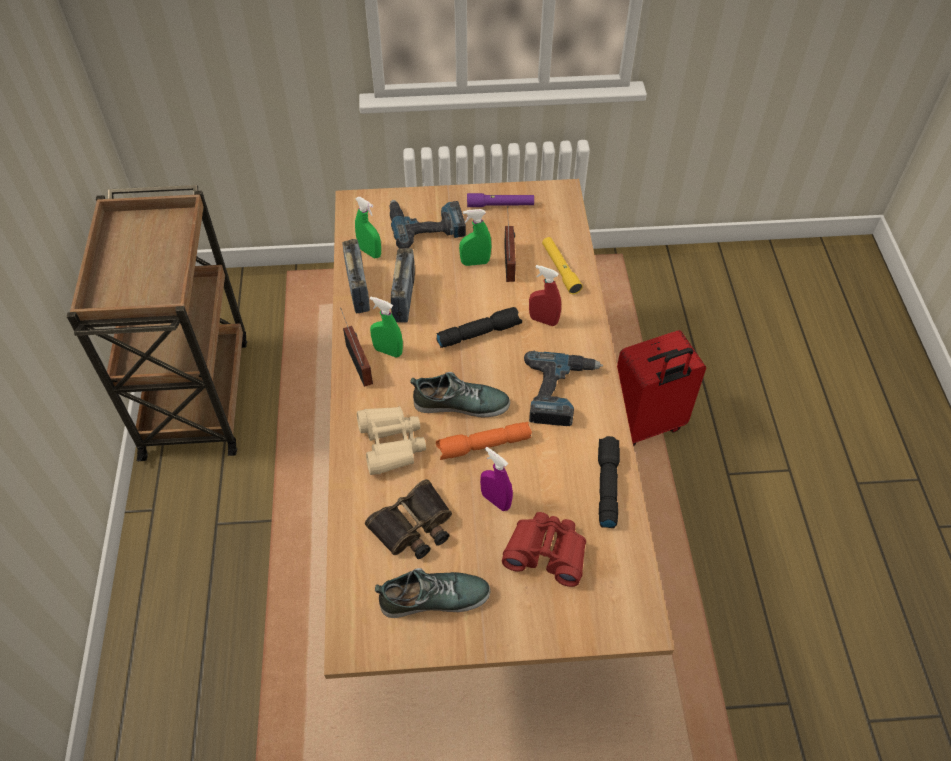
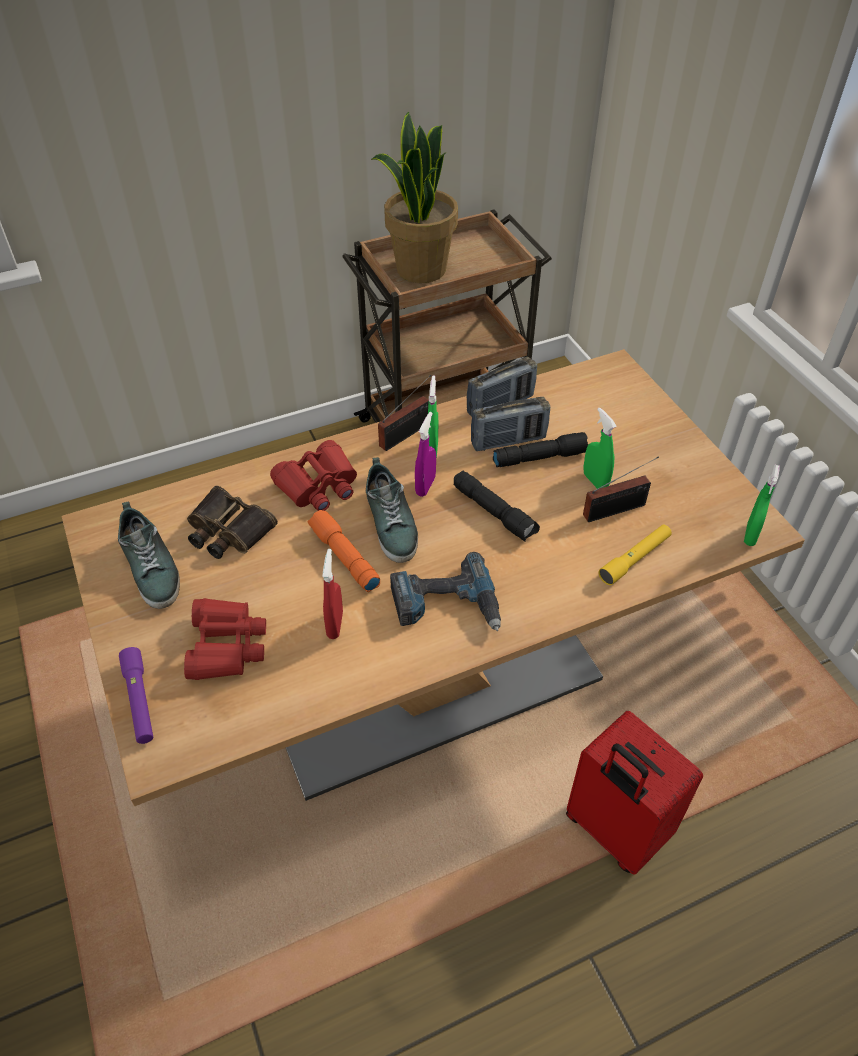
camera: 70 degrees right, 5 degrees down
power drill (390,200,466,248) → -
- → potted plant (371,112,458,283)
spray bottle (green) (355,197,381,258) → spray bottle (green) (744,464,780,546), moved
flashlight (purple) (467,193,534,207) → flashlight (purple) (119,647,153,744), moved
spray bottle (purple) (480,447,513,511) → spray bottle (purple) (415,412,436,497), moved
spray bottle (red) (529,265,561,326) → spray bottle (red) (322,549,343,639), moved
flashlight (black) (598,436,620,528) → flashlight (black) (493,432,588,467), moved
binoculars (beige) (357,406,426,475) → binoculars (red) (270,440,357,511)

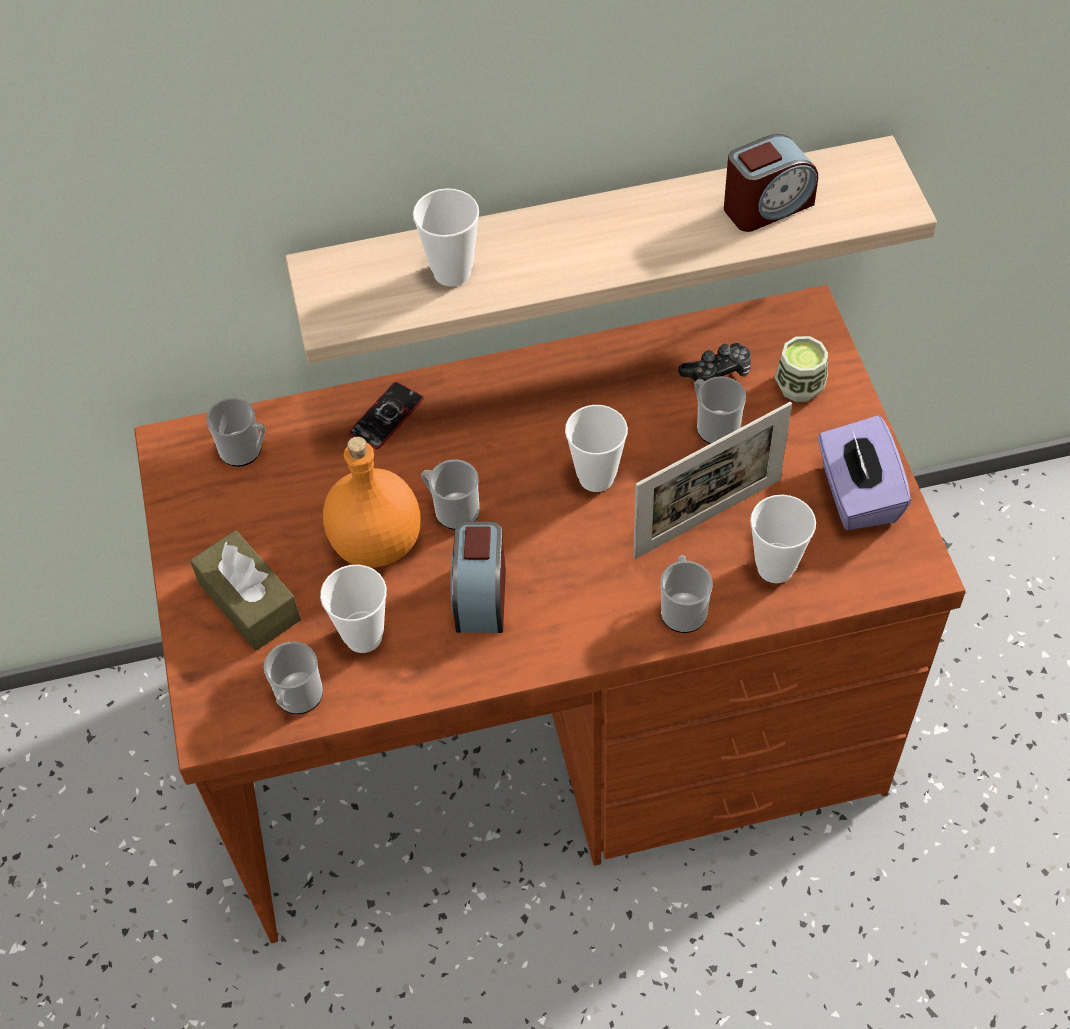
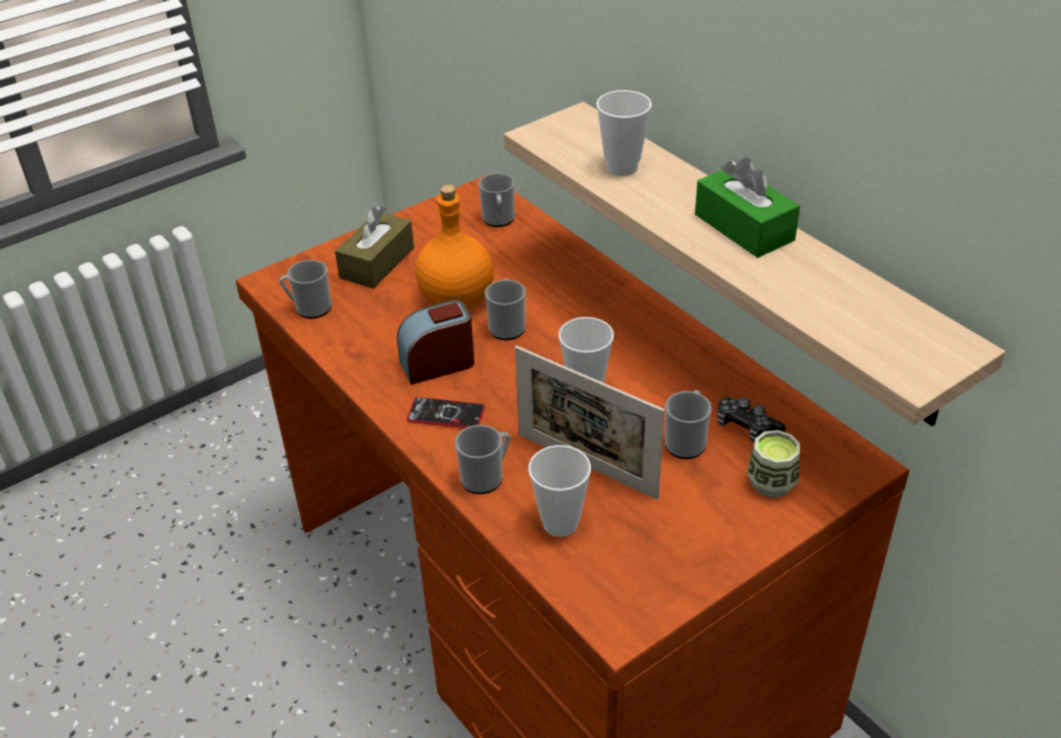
camera: 65 degrees right, 15 degrees down
cup (320,565,387,653) → -
alarm clock (724,134,818,232) → -
tissue box (purple) (818,416,911,530) → -
- → tissue box (green) (695,157,800,258)
phone (349,382,424,449) → phone (407,397,485,428), moved

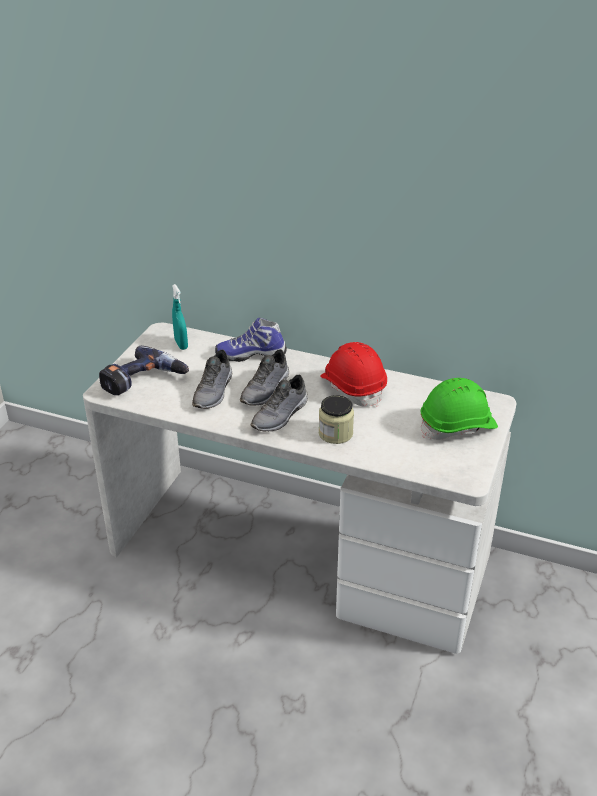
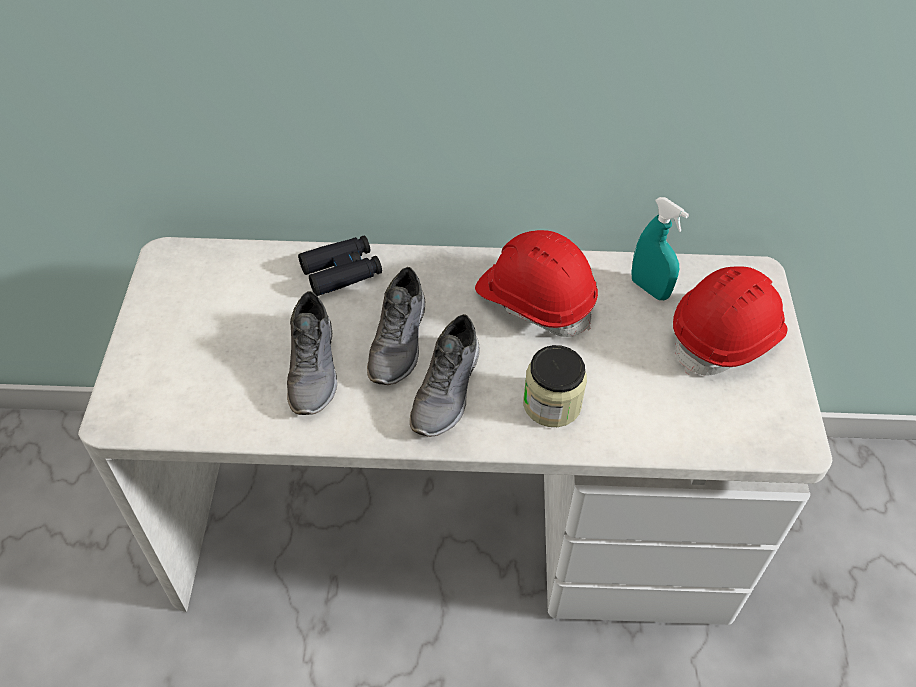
camera: 20 degrees left, 15 degrees up
power drill (99,346,189,395) → -
spray bottle (turquoise) (172,284,188,350) → spray bottle (turquoise) (631,197,689,300), moved
shoe (215,318,287,362) → binoculars (black) (298,235,382,296)
hard hat (green) (421,378,498,440) → hard hat (red) (673,266,787,375)

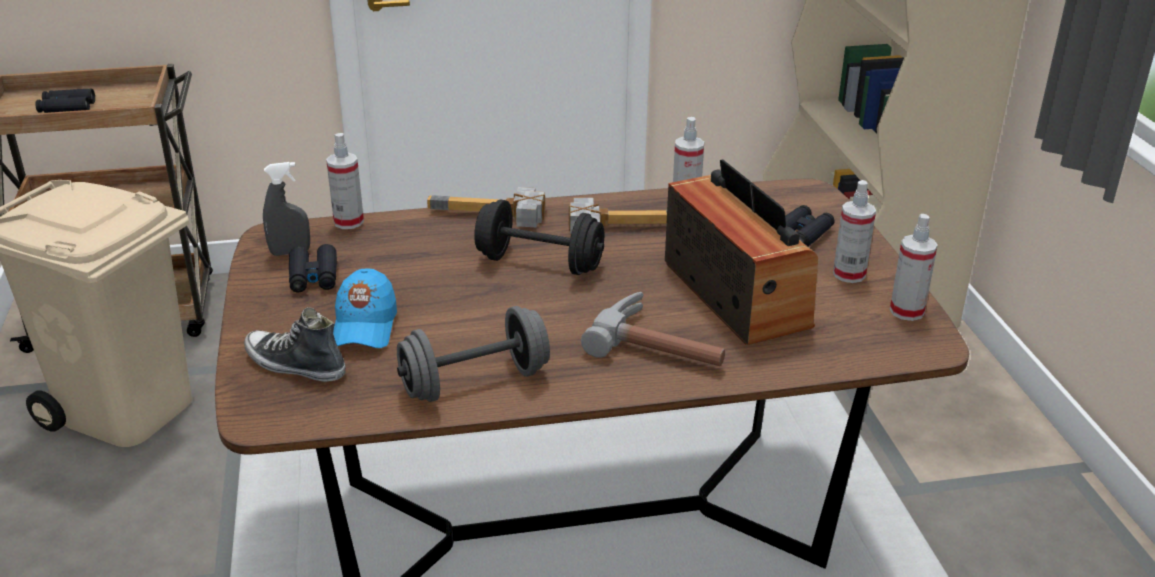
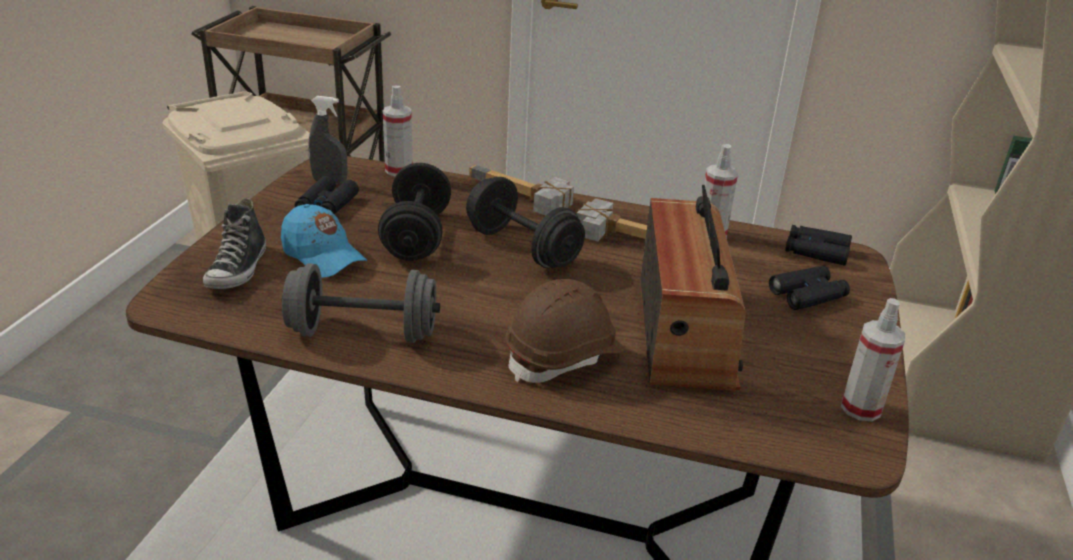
camera: 25 degrees right, 0 degrees up
spray bottle (833,180,876,283) → -
- → dumbbell (black) (378,163,451,261)
binoculars (black) (35,89,95,113) → binoculars (black) (785,225,852,266), moved
hammer (581,292,725,366) → hard hat (brown) (506,279,625,383)
shoe (244,307,346,382) → shoe (203,198,266,289), 135 degrees counterclockwise
cap (blue) (333,268,397,348) → cap (blue) (281,204,367,278), 75 degrees counterclockwise

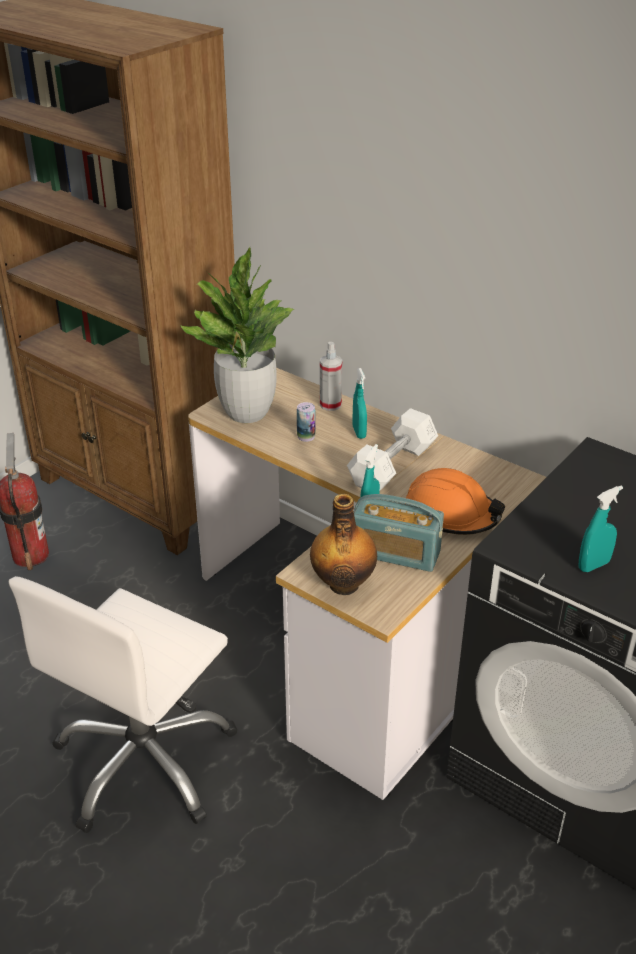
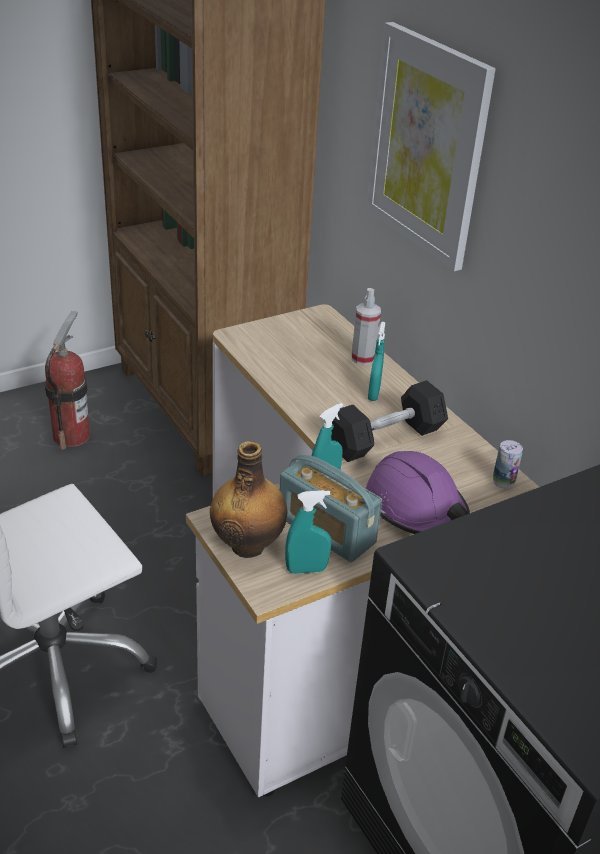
camera: 20 degrees right, 0 degrees up
potted plant (180,247,295,423) → -
- → picture (366,22,496,271)
can (297,402,315,442) → can (493,440,523,489), moved
spray bottle (turquoise) (579,486,623,572) → spray bottle (turquoise) (285,490,331,574), moved
dumbbell (white) (347,408,438,490) → dumbbell (black) (331,380,448,462)
hard hat (orange) (406,468,505,535) → hard hat (purple) (366,451,470,534)

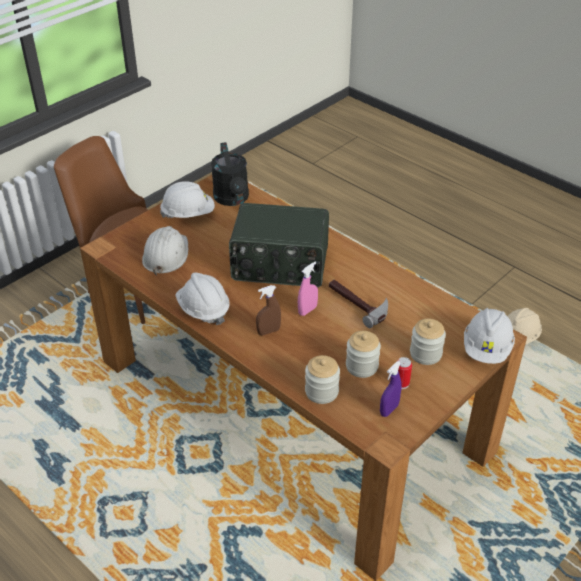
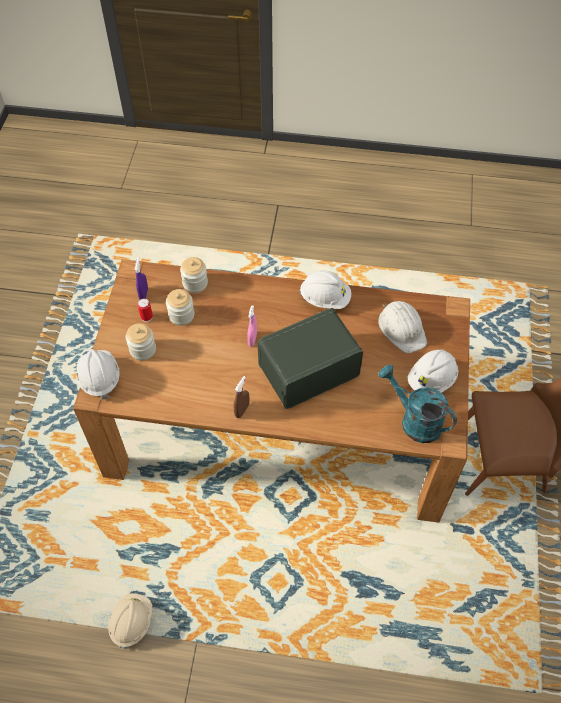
camera: 145 degrees right, 15 degrees up
hammer (329,280,388,328) → -
spray bottle (brown) (256,285,281,335) → spray bottle (brown) (233,376,249,418), moved
watering can (black) (211,142,249,206) → watering can (turquoise) (378,365,457,443)

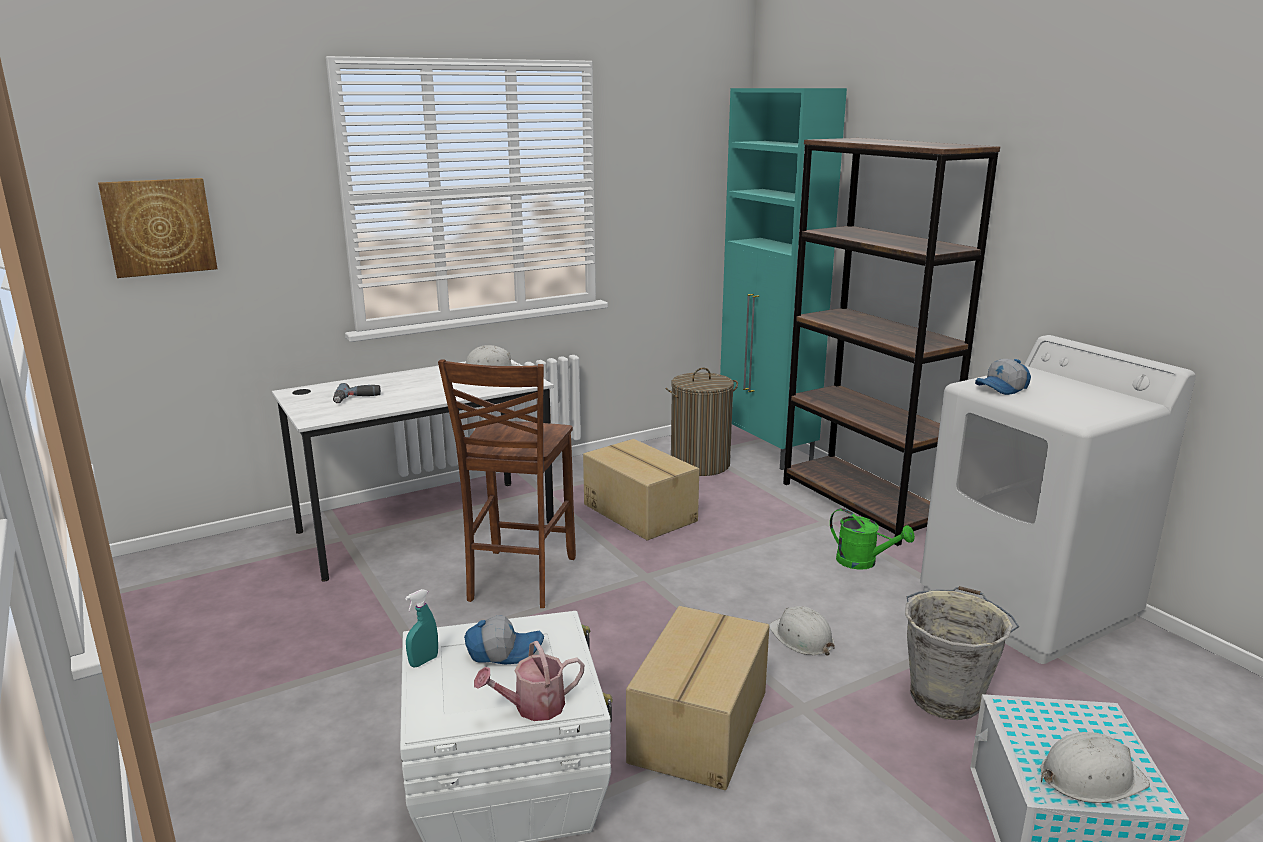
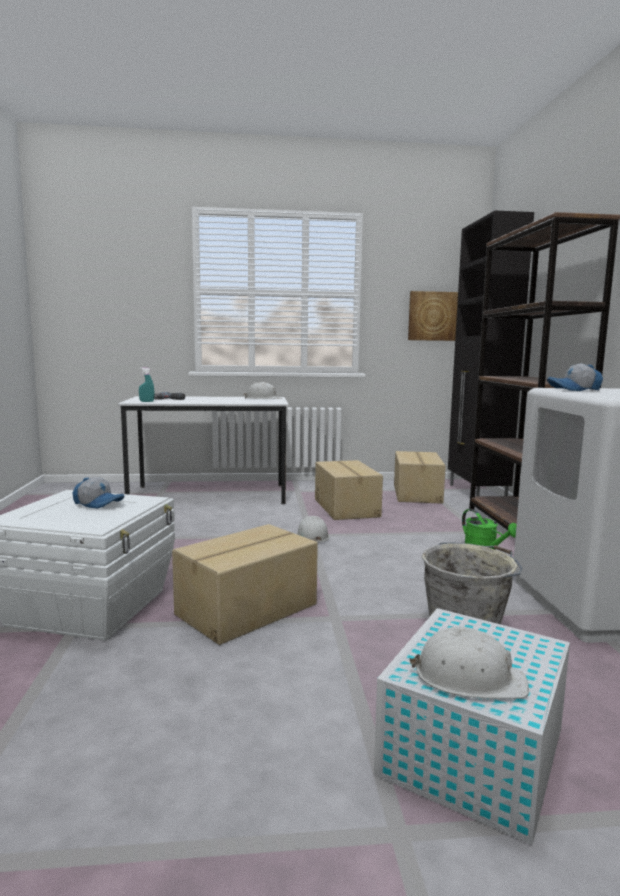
camera: 25 degrees right, 10 degrees down
chair (brown) (438,359,576,608) → -
watering can (474,641,584,721) → -
picture (98,178,217,278) → picture (408,291,458,341), moved
spray bottle (turquoise) (405,589,438,667) → spray bottle (turquoise) (139,368,154,402), moved
hard hat (white) (769,606,835,656) → hard hat (white) (297,516,330,543), moved
laundry basket (666,368,738,476) → cardboard box (394,451,446,504)
cabinet (turquoise) (720,88,847,470) → cabinet (black) (448,211,534,496)

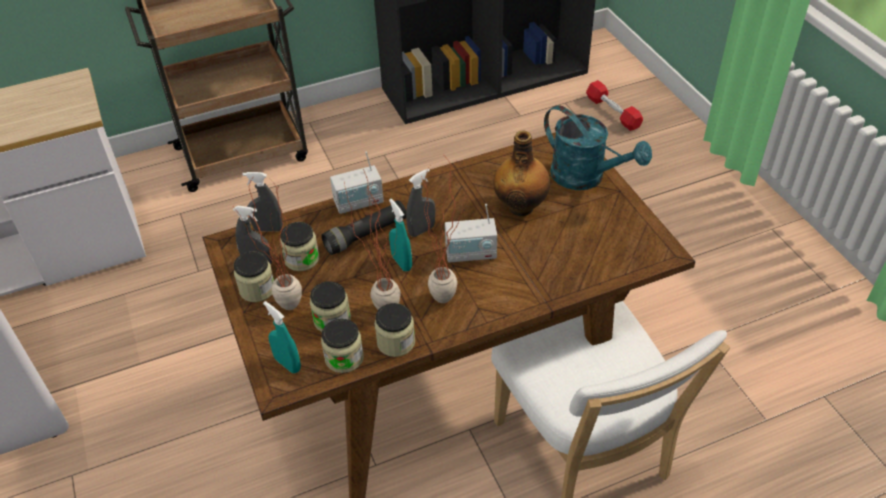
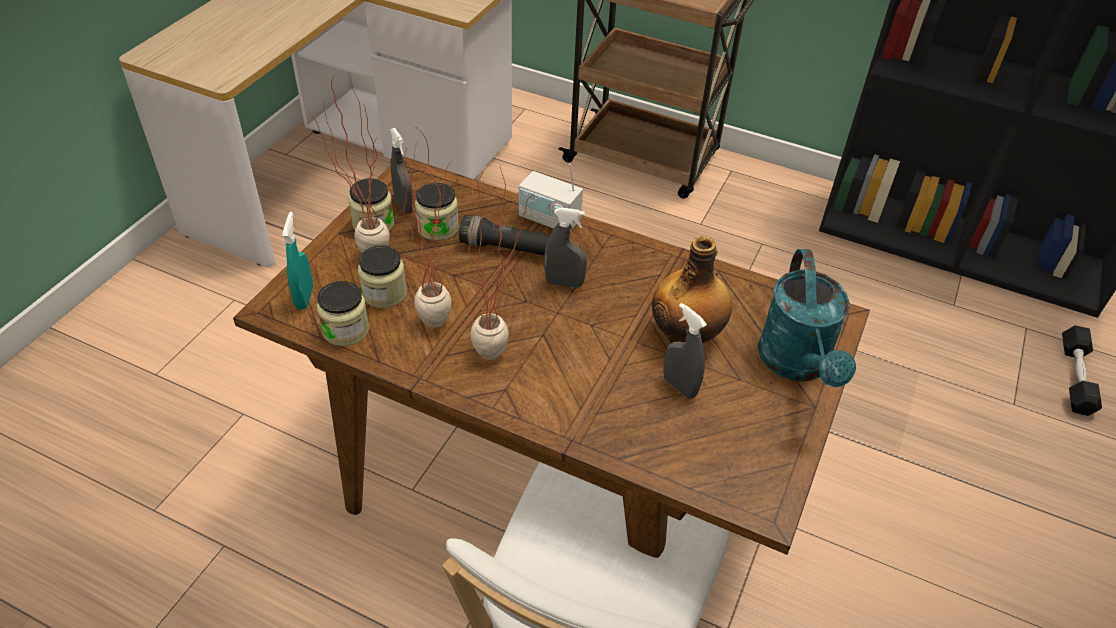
camera: 45 degrees right, 0 degrees up
jar (374,303,415,357) → -
spray bottle (turquoise) (389,199,412,271) → -
radio (445,204,497,263) → -
spray bottle (grey) (242,172,283,231) → spray bottle (grey) (663,303,707,399), moved
dumbbell (red) (586,80,643,131) → dumbbell (black) (1062,325,1102,416)

